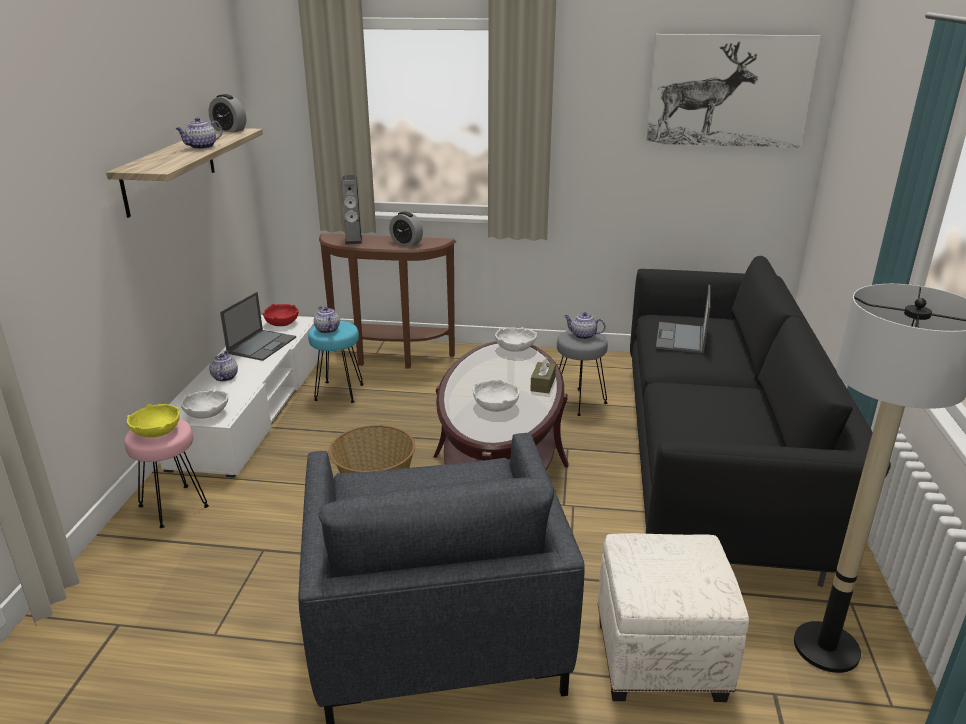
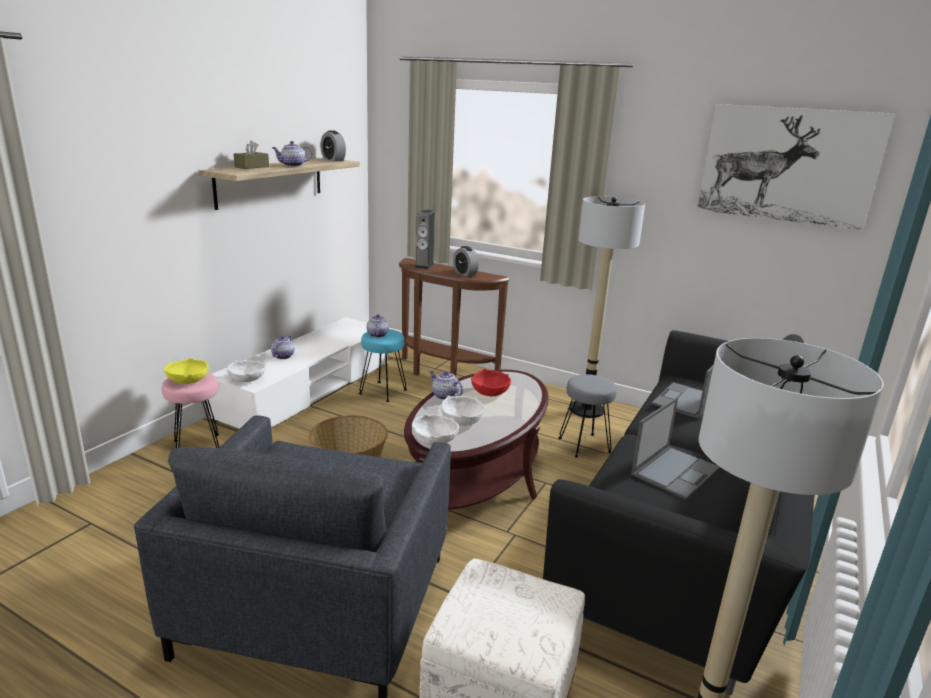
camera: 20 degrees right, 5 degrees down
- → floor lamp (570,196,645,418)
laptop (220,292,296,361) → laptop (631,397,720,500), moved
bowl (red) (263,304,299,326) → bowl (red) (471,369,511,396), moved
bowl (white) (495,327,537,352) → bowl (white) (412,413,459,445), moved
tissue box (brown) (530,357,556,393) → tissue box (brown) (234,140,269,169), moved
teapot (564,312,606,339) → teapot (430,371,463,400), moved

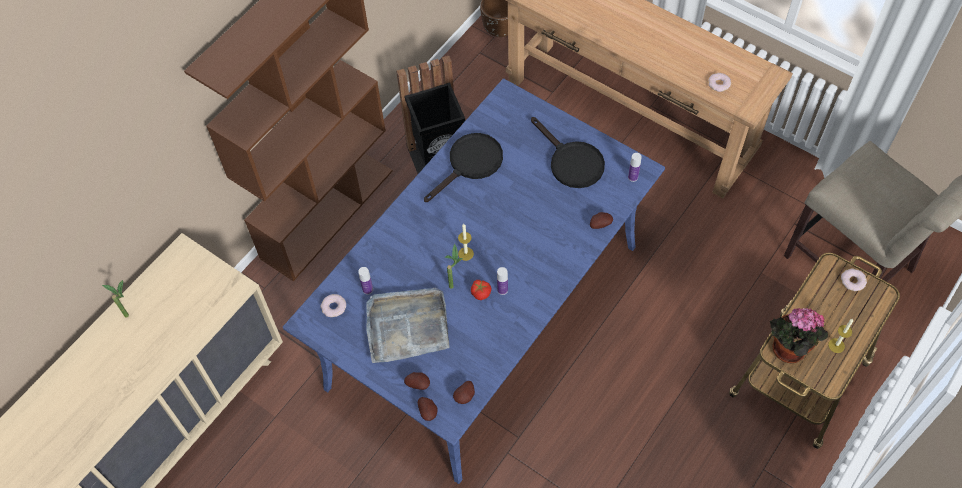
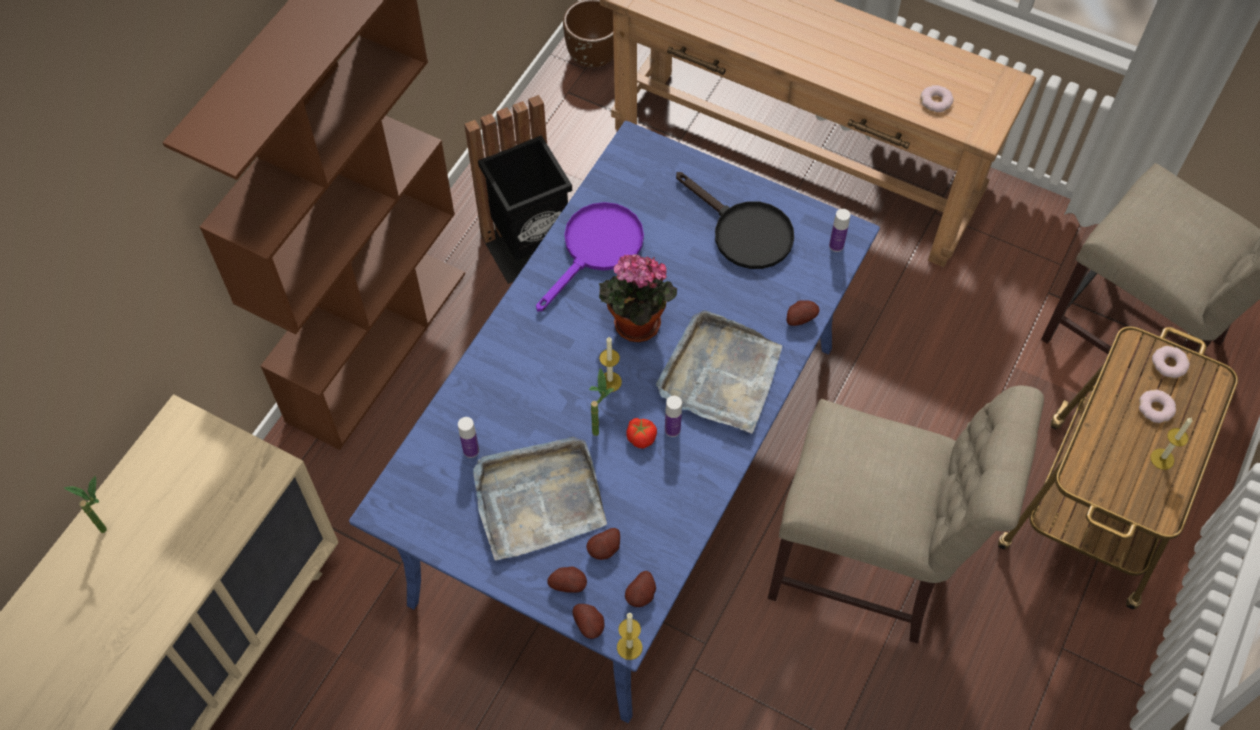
camera: 10 degrees left, 0 degrees up
- → potato (586,528,620,560)
- → candle (617,613,643,660)
- → tray (grey) (656,310,782,433)
- → chair (beige) (768,385,1044,644)
donut (321,294,346,317) → donut (1139,390,1176,423), moved
potted plant (770,308,828,363) → potted plant (599,254,677,342), moved
frying pan (black) (424,133,503,202) → frying pan (purple) (536,202,644,311)

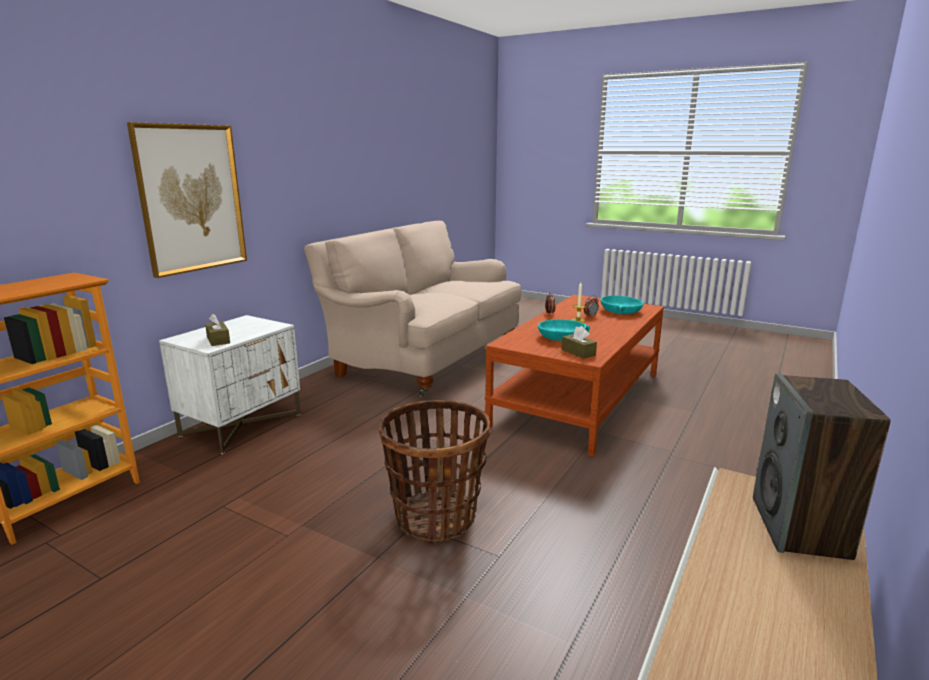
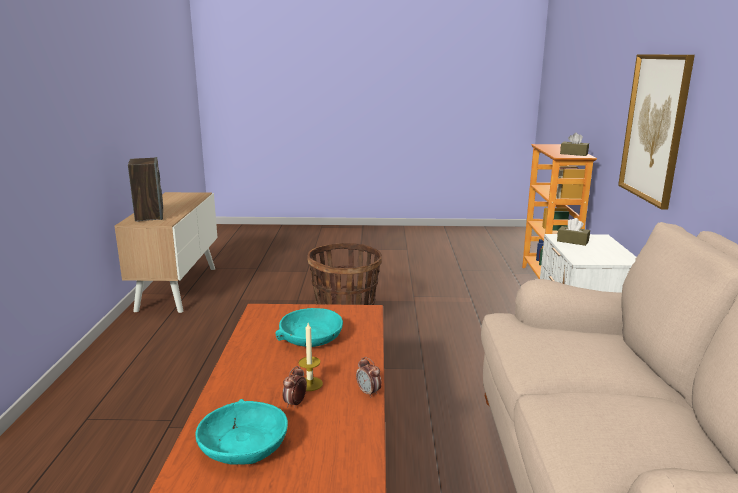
camera: 150 degrees right, 0 degrees up
tissue box (brown) (562,326,597,359) → tissue box (brown) (560,133,589,156), moved

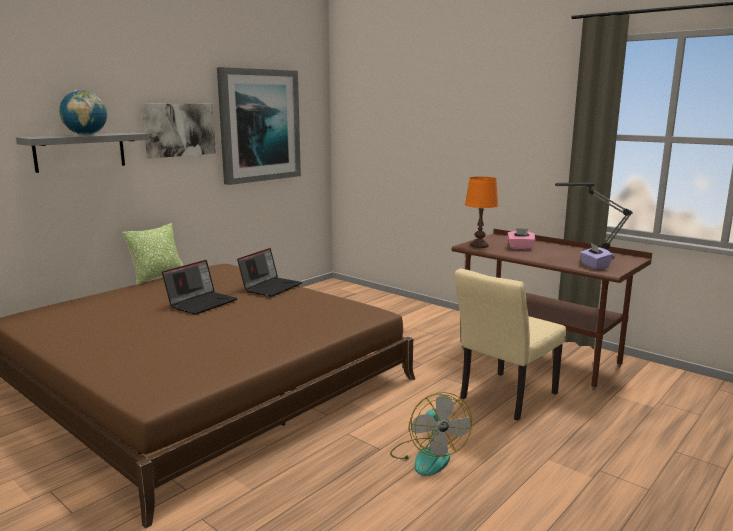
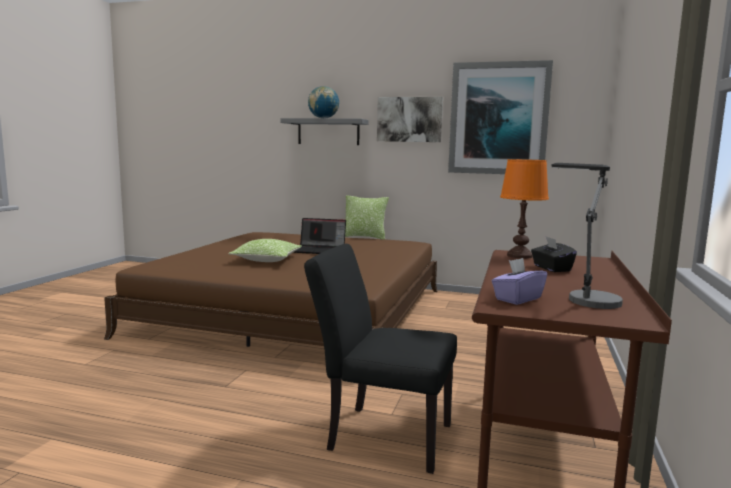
camera: 65 degrees right, 5 degrees down
laptop (237,248,303,297) → -
fan (390,392,472,476) → -
- → pillow (228,239,302,262)
chair (beige) (454,269,566,421) → chair (black) (304,244,457,474)
tissue box (pink) (508,228,536,249) → tissue box (black) (531,236,577,272)

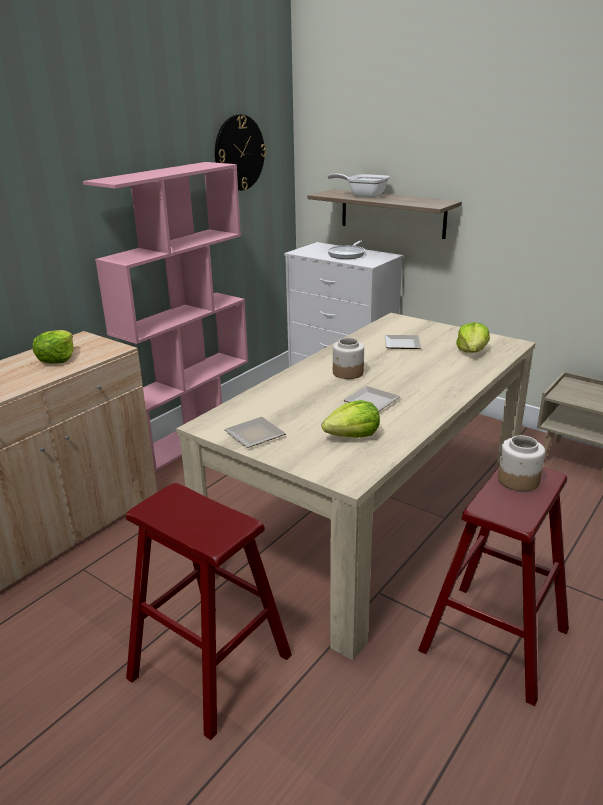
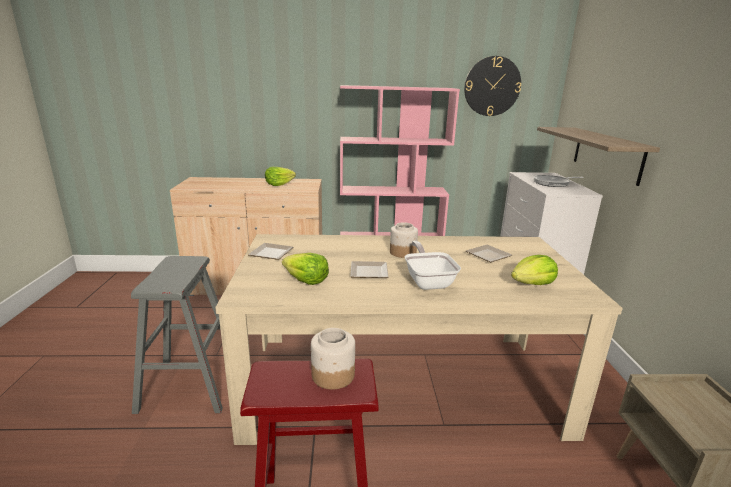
camera: 50 degrees right, 5 degrees down
frying pan (328,174,390,198) → frying pan (405,241,461,290), moved
stool (red) (126,483,292,740) → stool (grey) (131,256,223,414)

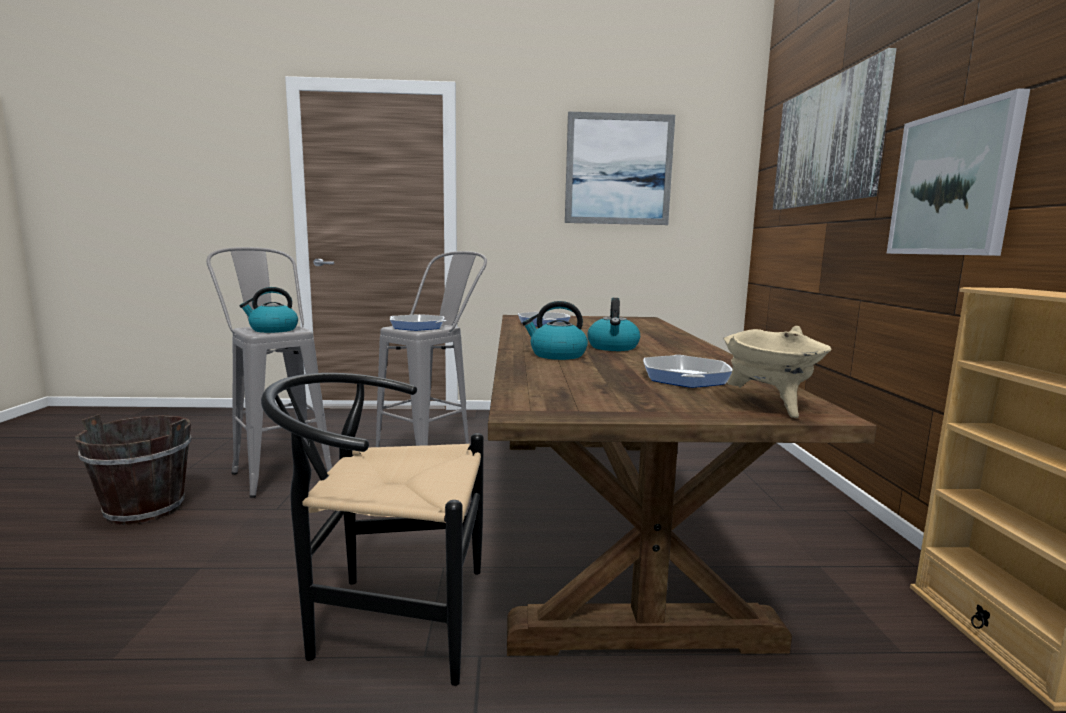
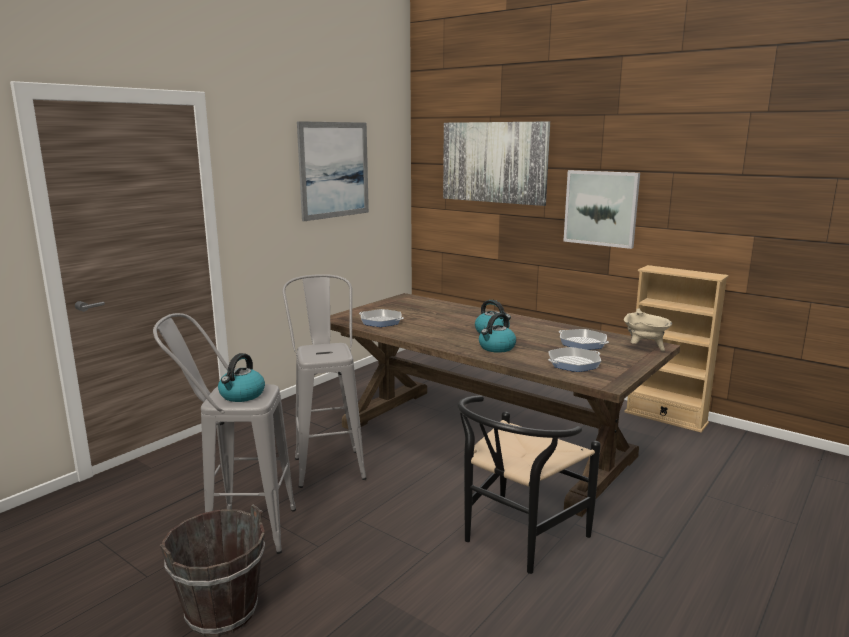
camera: 50 degrees left, 5 degrees up
frying pan (390,314,446,331) → frying pan (548,347,601,372), moved

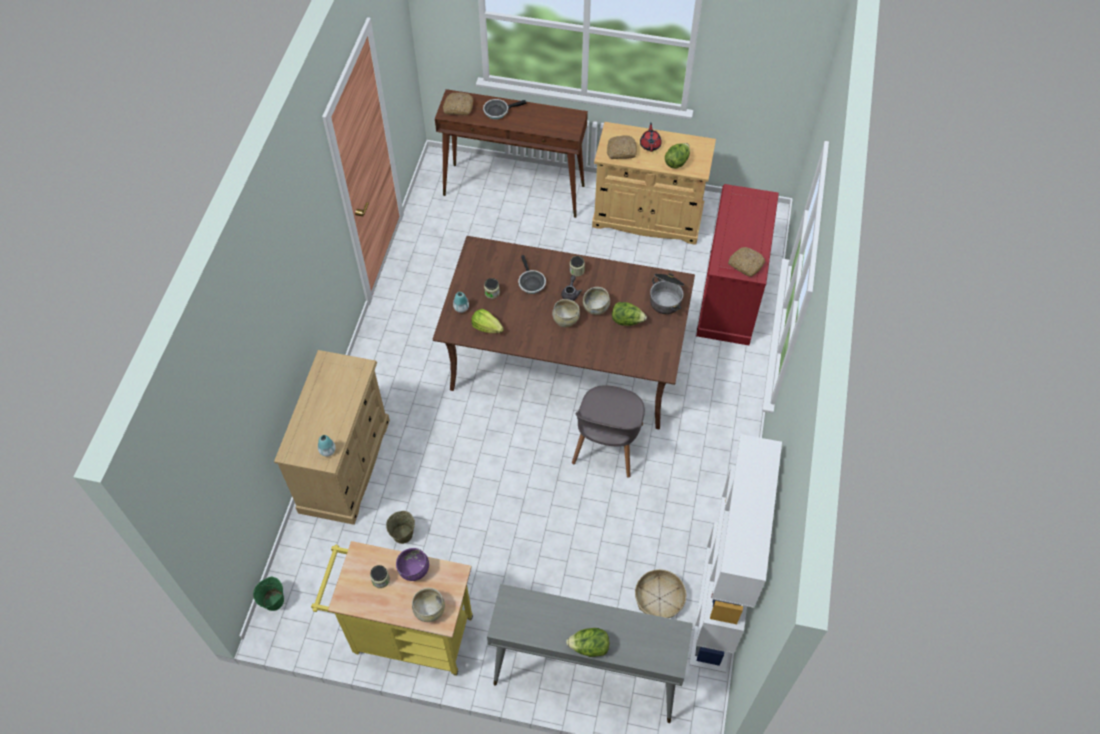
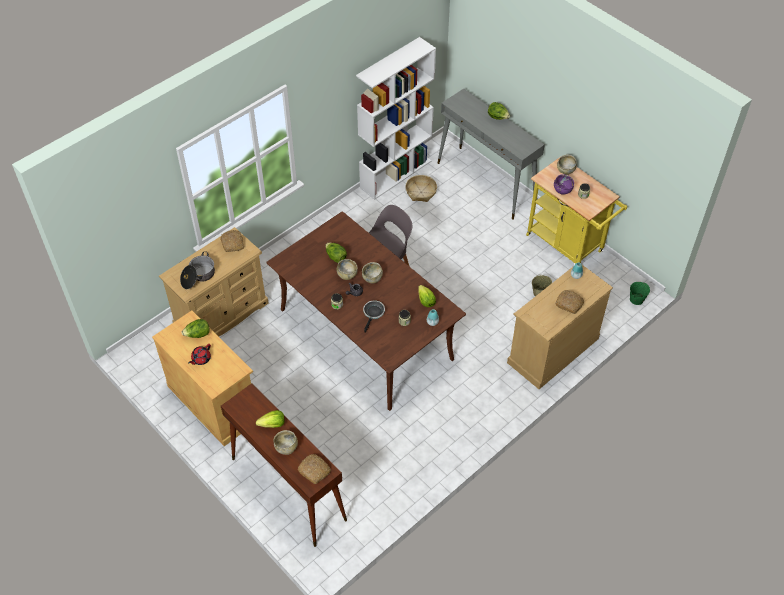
camera: 145 degrees left, 5 degrees down
- → lettuce (256,410,285,428)
bread (607,135,637,159) → bread (555,290,584,314), moved
cooking pot (650,273,684,314) → cooking pot (180,251,215,289), moved
frying pan (483,99,527,119) → bowl (beige) (273,430,298,455)
dresser (red) (696,184,779,345) → dresser (beige) (159,227,269,336)

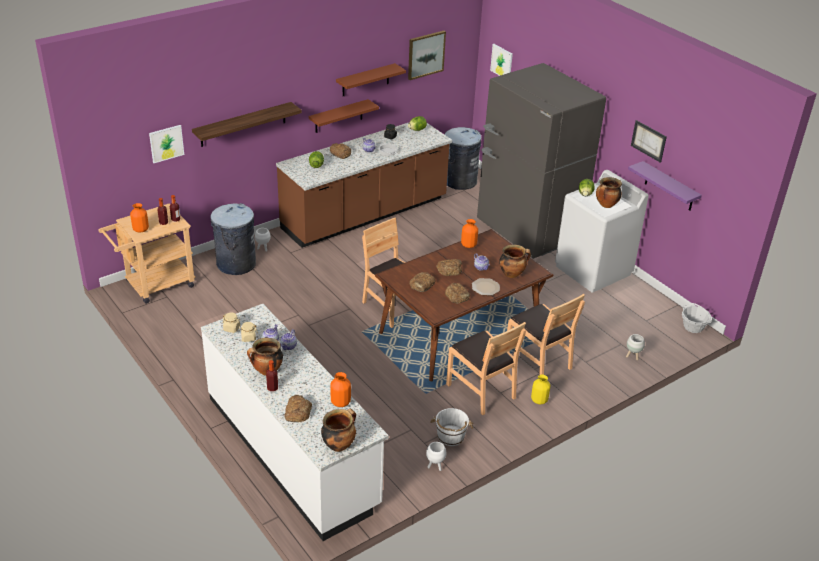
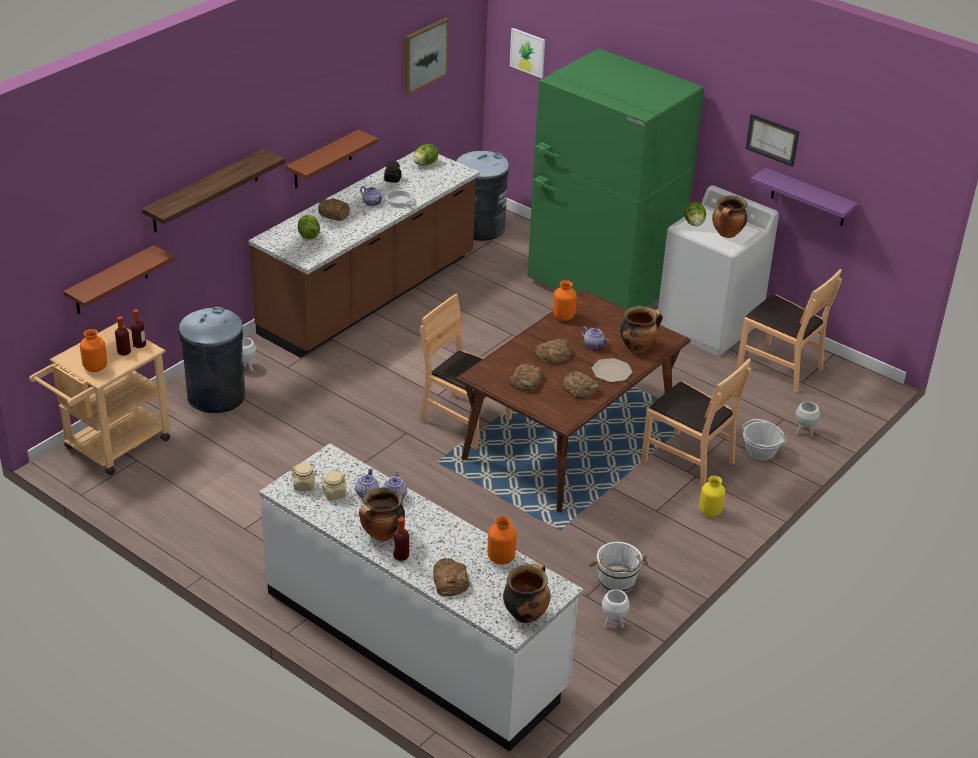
camera: 15 degrees left, 0 degrees up
picture (149,125,184,163) → -
shelf (brown) (336,63,406,96) → shelf (brown) (63,245,175,314), moved
chair (brown) (446,322,526,415) → chair (brown) (737,269,842,393), moved
basket (682,303,712,333) → basket (742,419,787,461), moved
fridge (grey) (477,63,606,259) → fridge (green) (527,49,704,310)

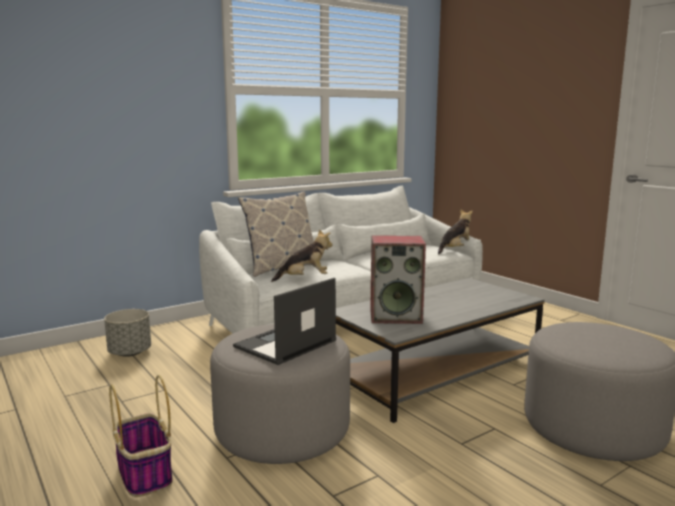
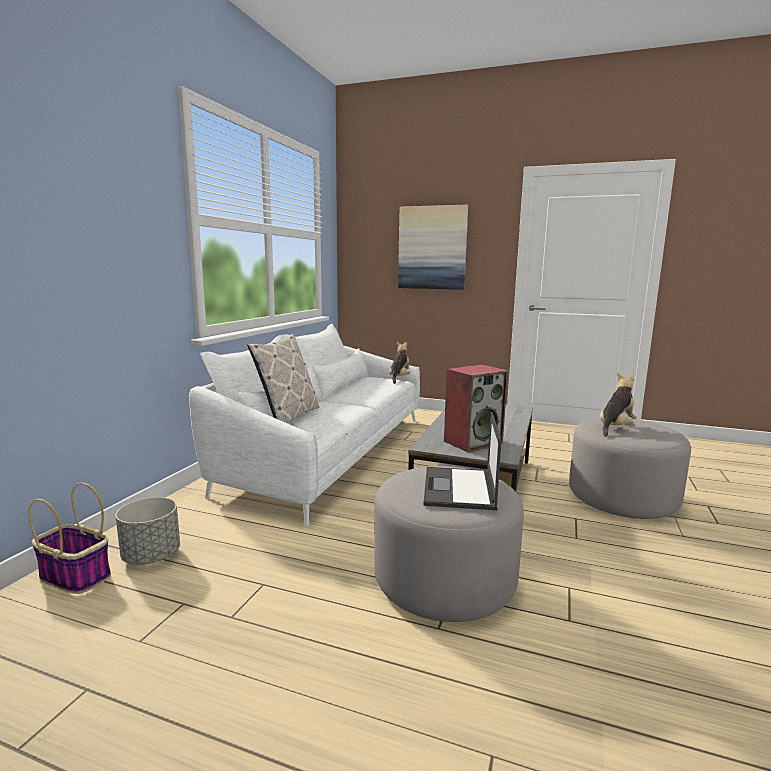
camera: 35 degrees left, 0 degrees up
- → picture (398,205,468,290)
basket (109,375,172,497) → basket (28,483,111,594), moved
plush toy (271,229,333,282) → plush toy (600,373,637,437), moved

